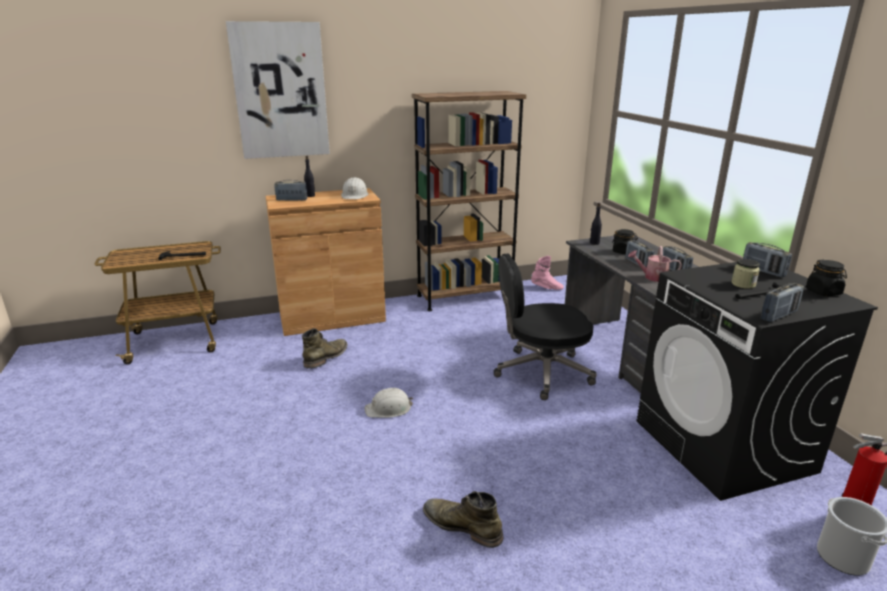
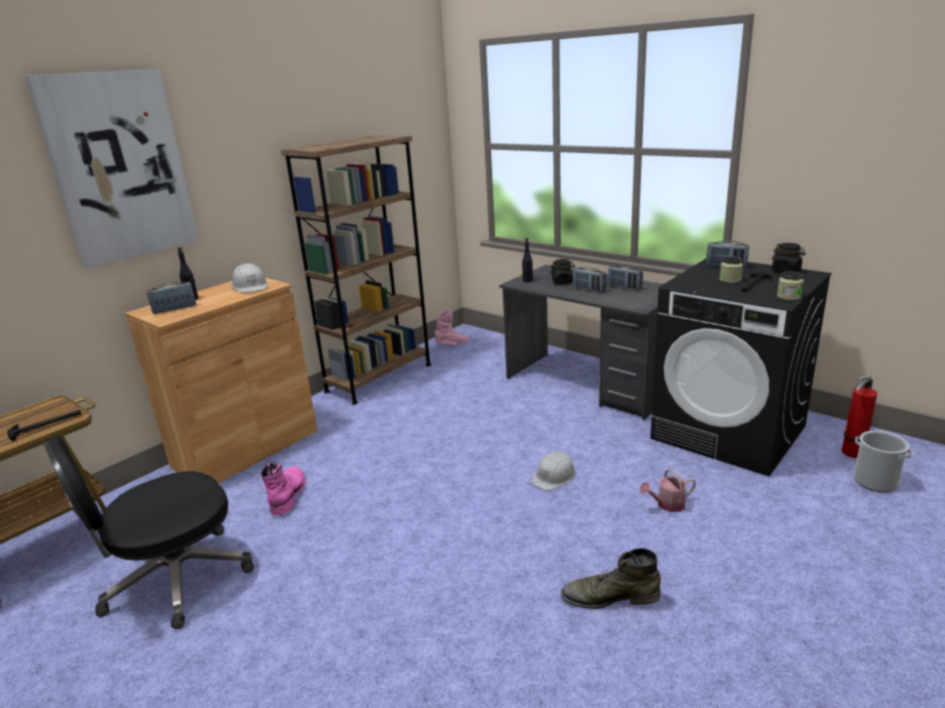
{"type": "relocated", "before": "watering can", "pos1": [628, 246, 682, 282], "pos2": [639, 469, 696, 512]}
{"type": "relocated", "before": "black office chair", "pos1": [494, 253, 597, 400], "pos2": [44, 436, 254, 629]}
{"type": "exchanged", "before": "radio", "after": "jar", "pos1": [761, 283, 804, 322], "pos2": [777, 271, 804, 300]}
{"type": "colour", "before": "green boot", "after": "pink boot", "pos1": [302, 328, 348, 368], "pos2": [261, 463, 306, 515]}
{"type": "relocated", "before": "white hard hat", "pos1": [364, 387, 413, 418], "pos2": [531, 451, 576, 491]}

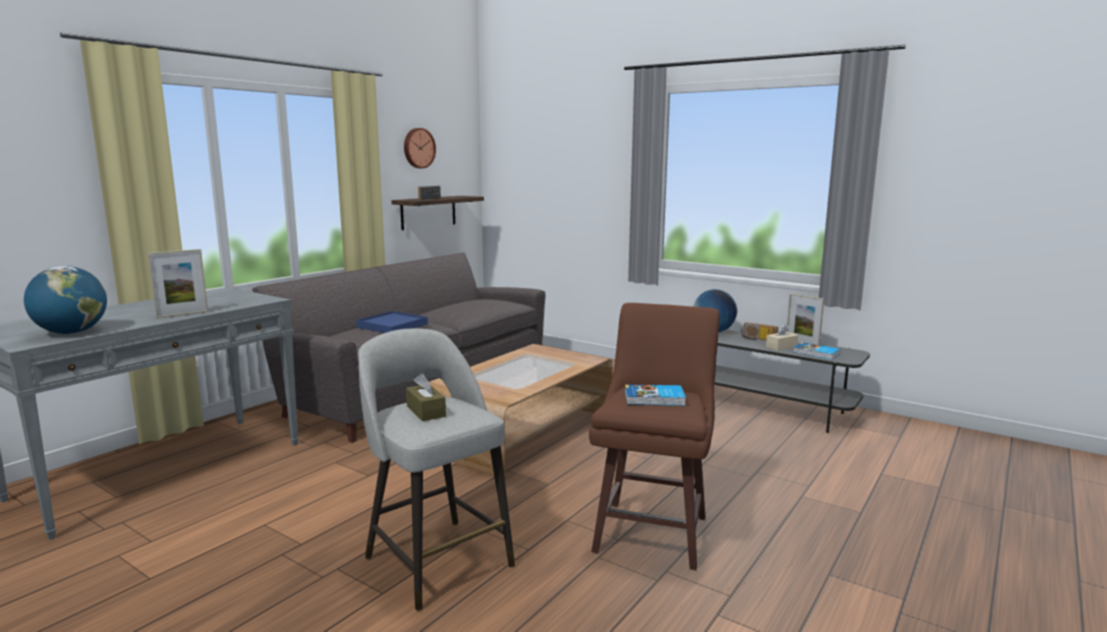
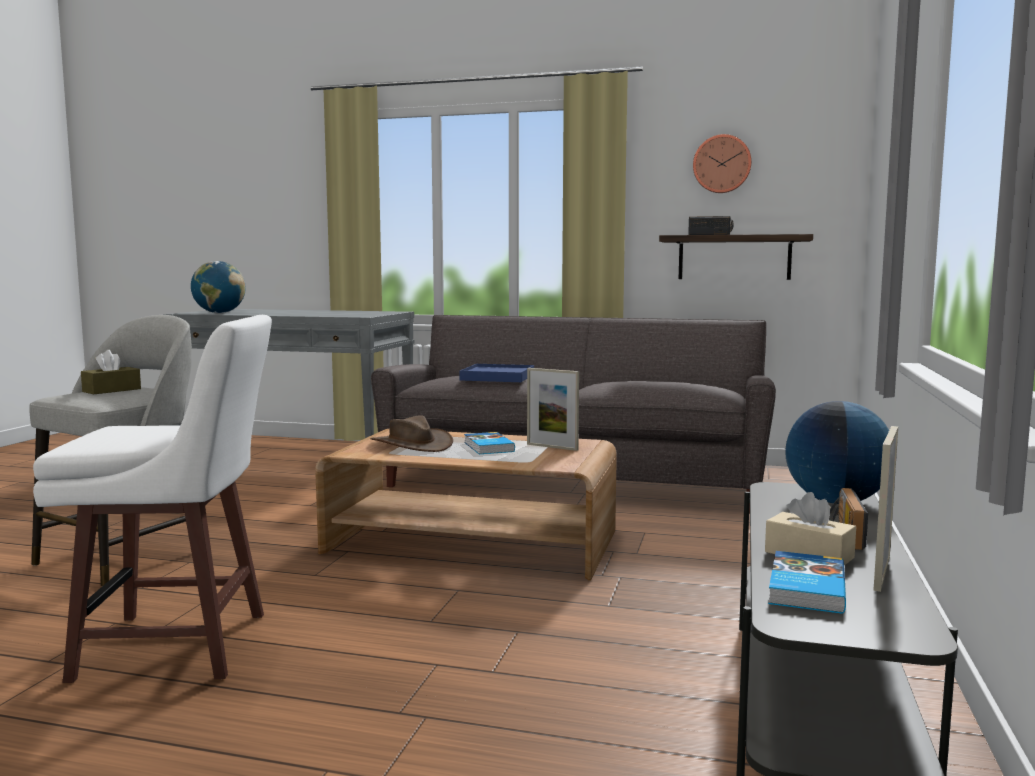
{"type": "relocated", "before": "picture frame", "pos1": [148, 249, 208, 319], "pos2": [527, 368, 579, 451]}
{"type": "colour", "before": "brown stool", "after": "white stool", "pos1": [589, 303, 719, 570], "pos2": [33, 315, 272, 683]}
{"type": "relocated", "before": "book", "pos1": [625, 385, 686, 406], "pos2": [464, 432, 515, 454]}
{"type": "appeared", "after": "brown hat", "pos2": [371, 415, 453, 452]}

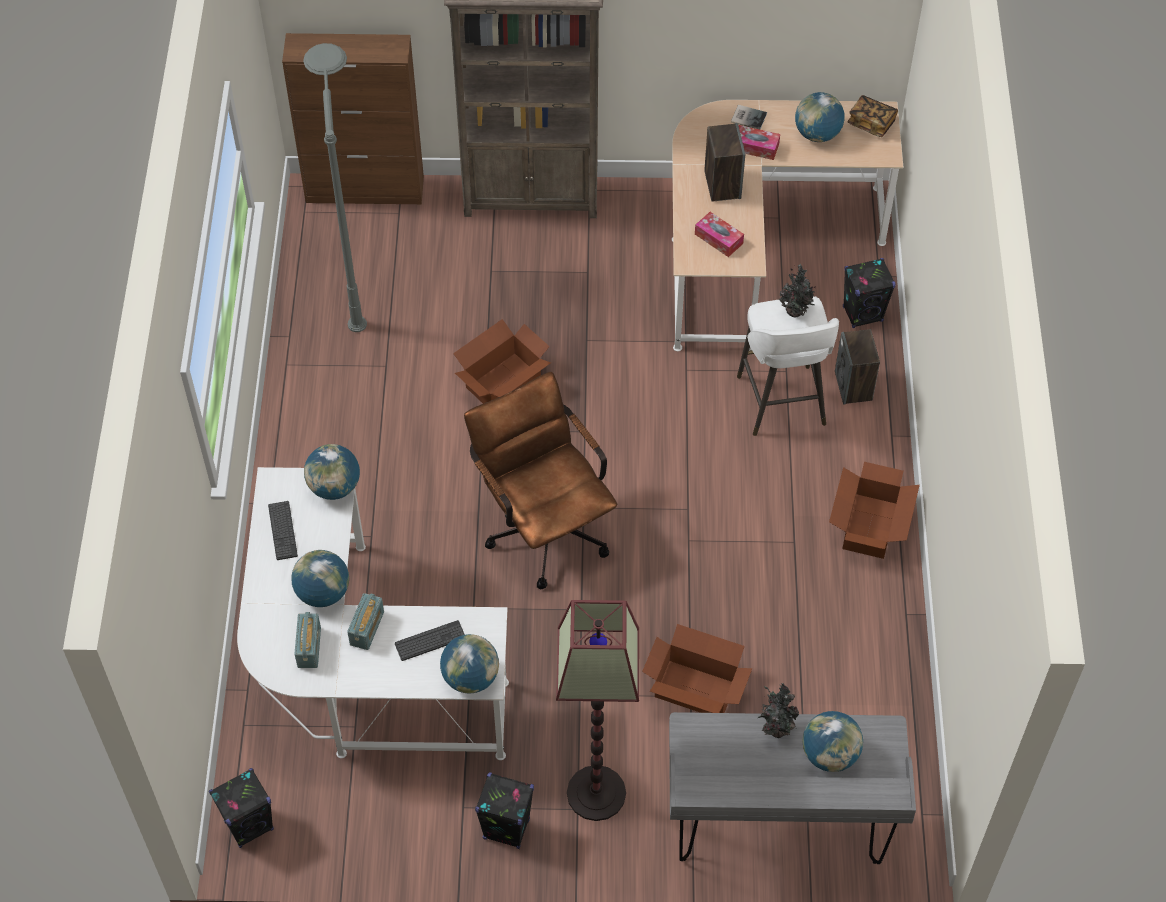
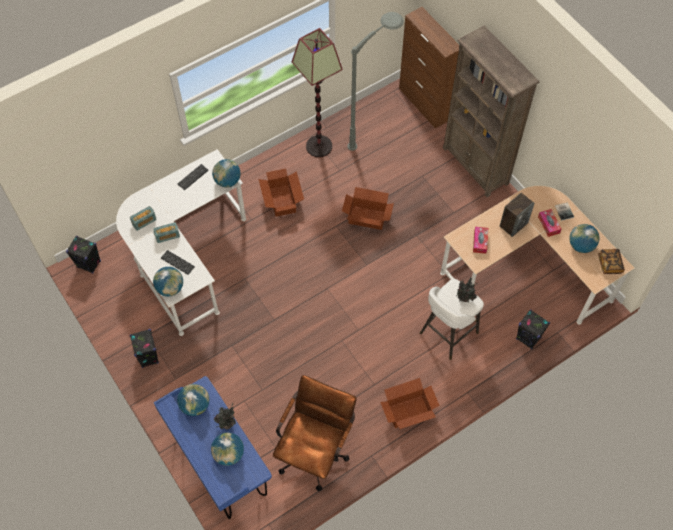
{"type": "missing", "before": "speaker", "pos1": [835, 329, 880, 404]}
{"type": "relocated", "before": "brown office chair", "pos1": [464, 372, 617, 589], "pos2": [273, 375, 357, 491]}
{"type": "relocated", "before": "globe", "pos1": [291, 550, 349, 607], "pos2": [177, 384, 209, 416]}
{"type": "relocated", "before": "floor lamp", "pos1": [556, 600, 639, 821], "pos2": [292, 28, 343, 157]}
{"type": "relocated", "before": "cardboard box", "pos1": [642, 624, 752, 713], "pos2": [259, 168, 304, 217]}
{"type": "colour", "before": "grey desk", "after": "blue desk", "pos1": [669, 712, 916, 864], "pos2": [154, 376, 272, 519]}

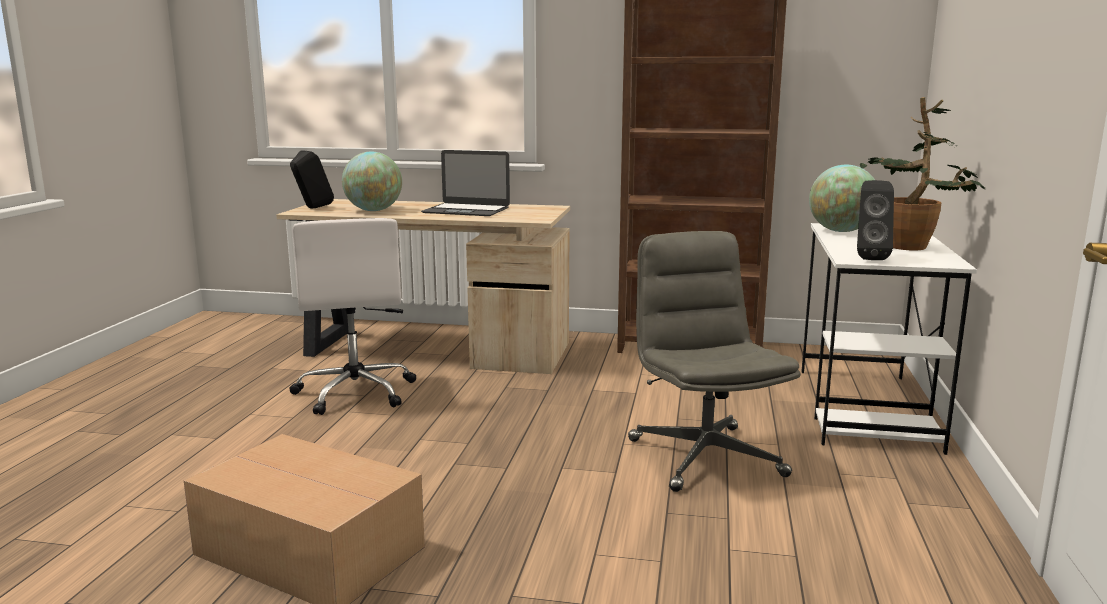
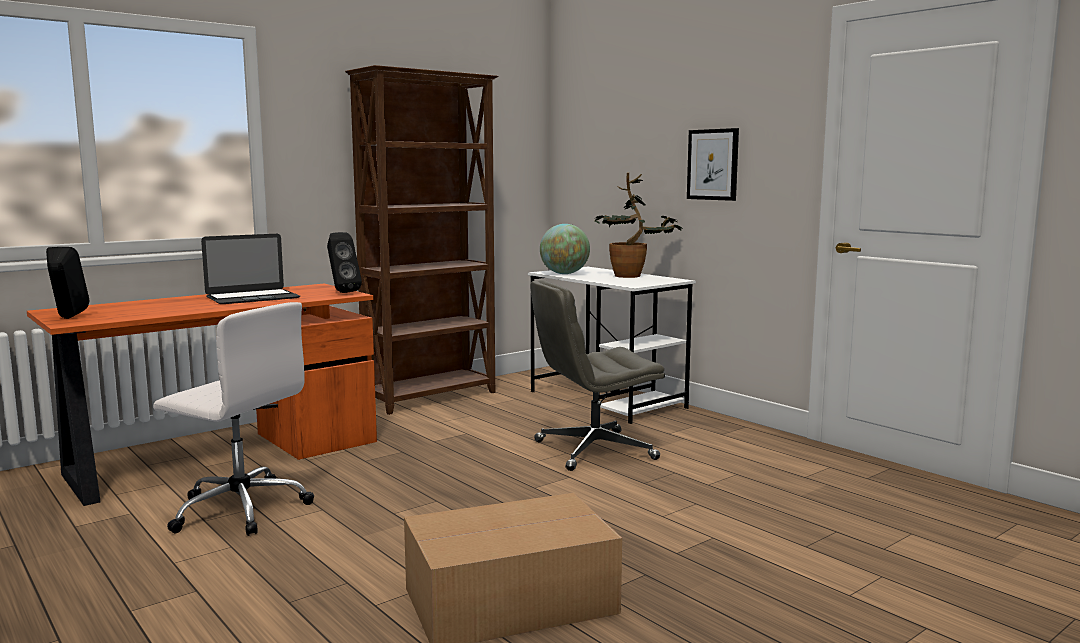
{"type": "missing", "before": "globe", "pos1": [342, 152, 402, 211]}
{"type": "relocated", "before": "black speaker", "pos1": [857, 180, 894, 260], "pos2": [327, 232, 362, 293]}
{"type": "colour", "before": "beige desk", "after": "orange desk", "pos1": [276, 199, 570, 374], "pos2": [27, 284, 377, 506]}
{"type": "spun", "before": "grey office chair", "pos1": [628, 231, 800, 492], "pos2": [530, 280, 665, 471], "turn": -45}
{"type": "appeared", "after": "picture", "pos2": [687, 128, 739, 201]}

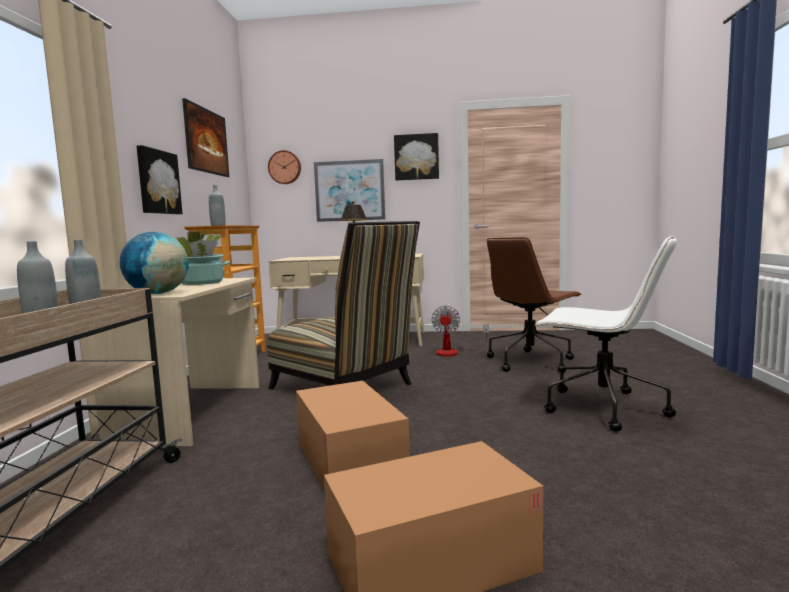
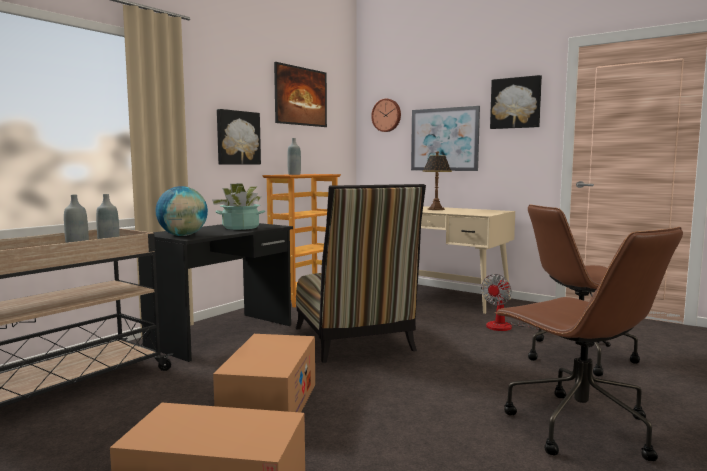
{"type": "colour", "before": "white office chair", "after": "brown office chair", "pos1": [534, 236, 677, 432], "pos2": [495, 227, 683, 461]}
{"type": "colour", "before": "beige desk", "after": "black desk", "pos1": [88, 278, 259, 446], "pos2": [138, 223, 293, 362]}

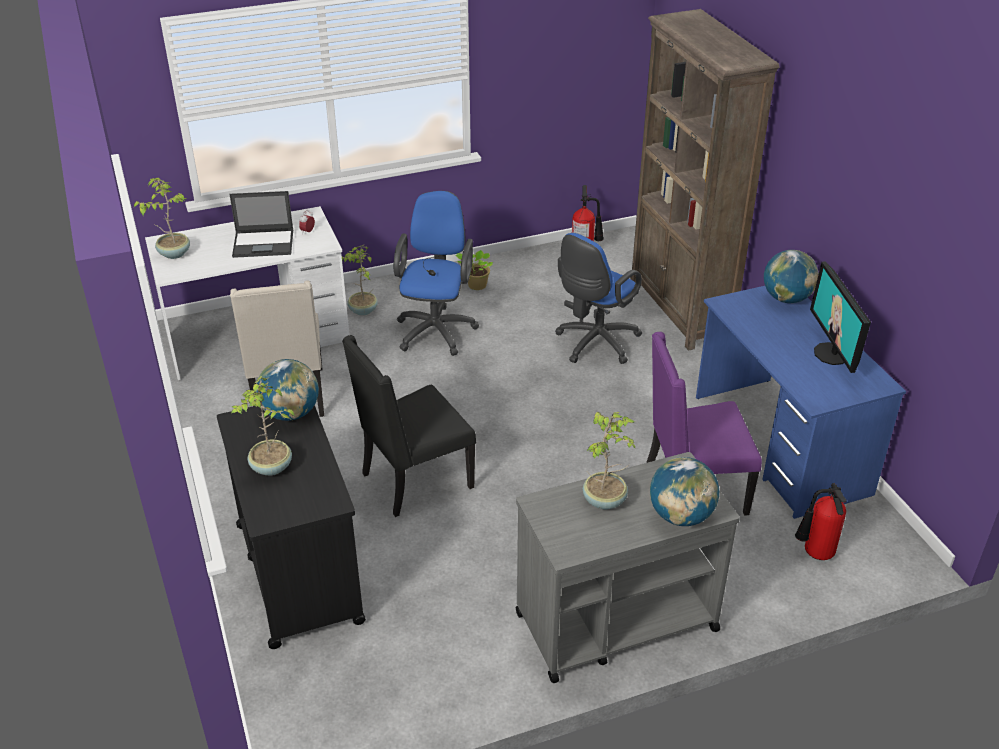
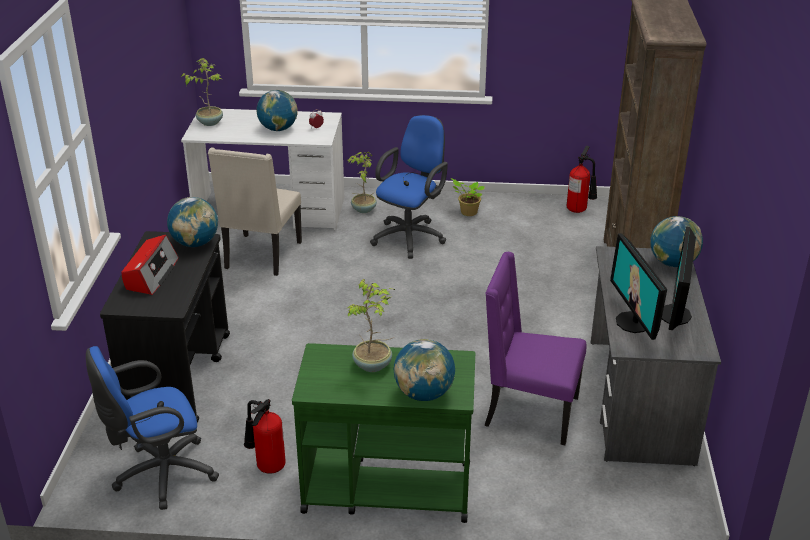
{"type": "exchanged", "before": "laptop", "after": "globe", "pos1": [230, 191, 293, 258], "pos2": [257, 90, 298, 131]}
{"type": "relocated", "before": "blue office chair", "pos1": [555, 233, 642, 364], "pos2": [86, 346, 219, 510]}
{"type": "colour", "before": "blue desk", "after": "grey desk", "pos1": [696, 286, 906, 519], "pos2": [591, 246, 721, 466]}
{"type": "missing", "before": "black chair", "pos1": [342, 335, 476, 517]}
{"type": "exchanged", "before": "potted plant", "after": "radio", "pos1": [231, 376, 295, 476], "pos2": [121, 235, 179, 295]}
{"type": "colour", "before": "grey cart", "after": "green cart", "pos1": [516, 452, 740, 683], "pos2": [292, 343, 475, 523]}
{"type": "relocated", "before": "fire extinguisher", "pos1": [795, 483, 847, 560], "pos2": [244, 399, 286, 474]}
{"type": "appeared", "after": "monitor", "pos2": [610, 233, 667, 340]}

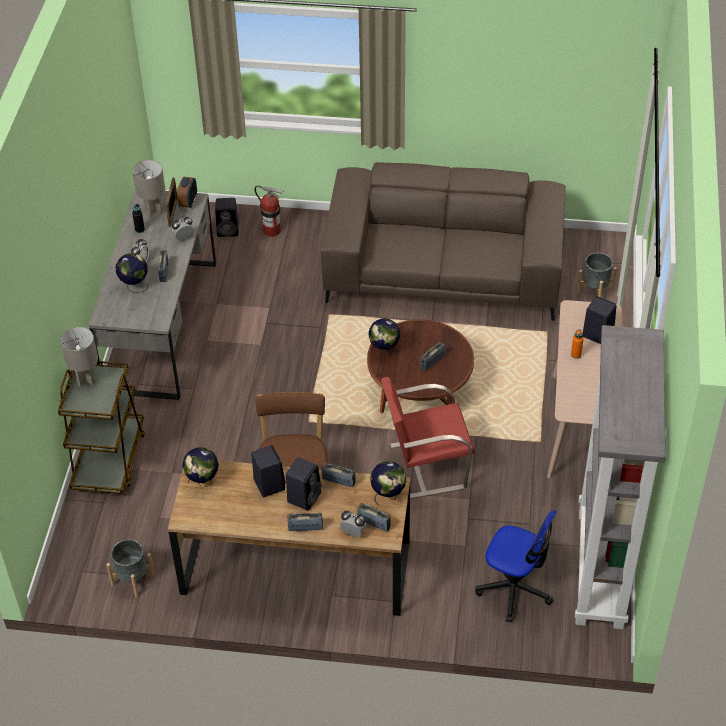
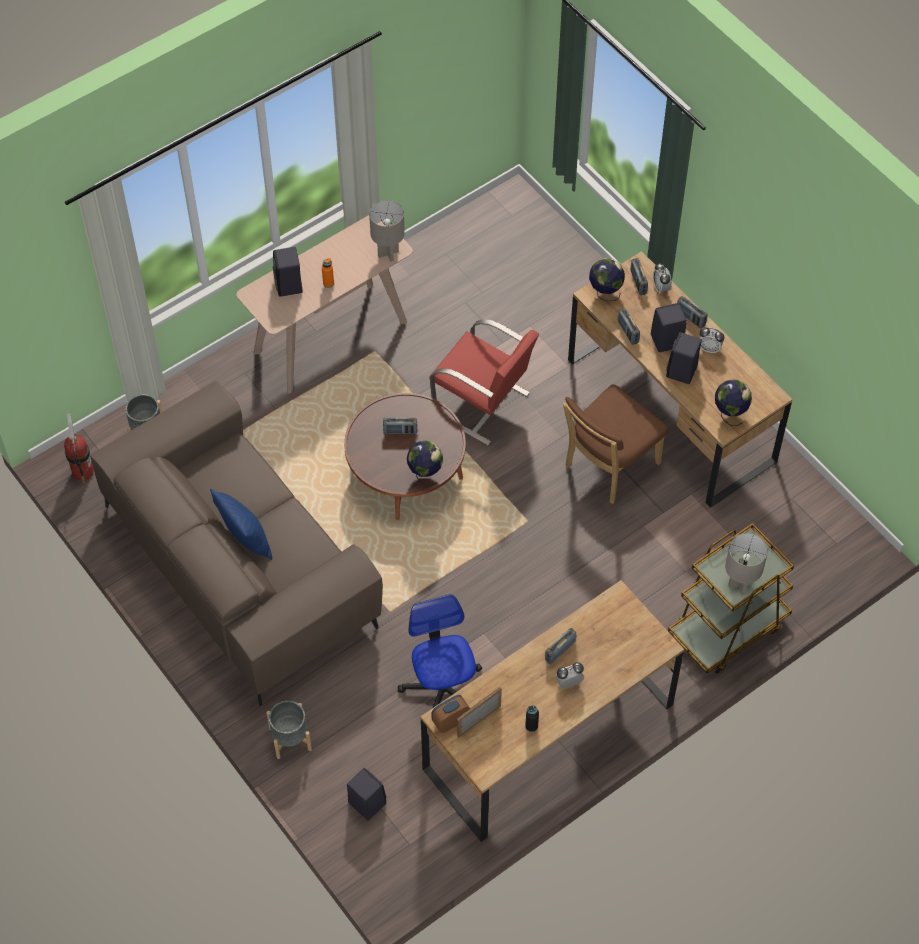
{"type": "relocated", "before": "grey table lamp", "pos1": [133, 160, 165, 217], "pos2": [369, 200, 405, 262]}
{"type": "relocated", "before": "fire extinguisher", "pos1": [254, 185, 284, 237], "pos2": [64, 413, 94, 484]}
{"type": "colour", "before": "grey desk", "after": "brown desk", "pos1": [89, 190, 216, 400], "pos2": [421, 580, 684, 842]}
{"type": "relocated", "before": "alarm clock", "pos1": [172, 217, 194, 241], "pos2": [700, 328, 724, 354]}
{"type": "missing", "before": "globe", "pos1": [116, 253, 148, 293]}
{"type": "missing", "before": "grey bookcase", "pos1": [575, 325, 665, 629]}
{"type": "relocated", "before": "office chair", "pos1": [475, 510, 556, 623], "pos2": [398, 594, 482, 708]}
{"type": "relocated", "before": "grey planter", "pos1": [106, 539, 155, 597], "pos2": [266, 700, 312, 759]}
{"type": "appeared", "after": "blue pillow", "pos2": [210, 488, 272, 560]}

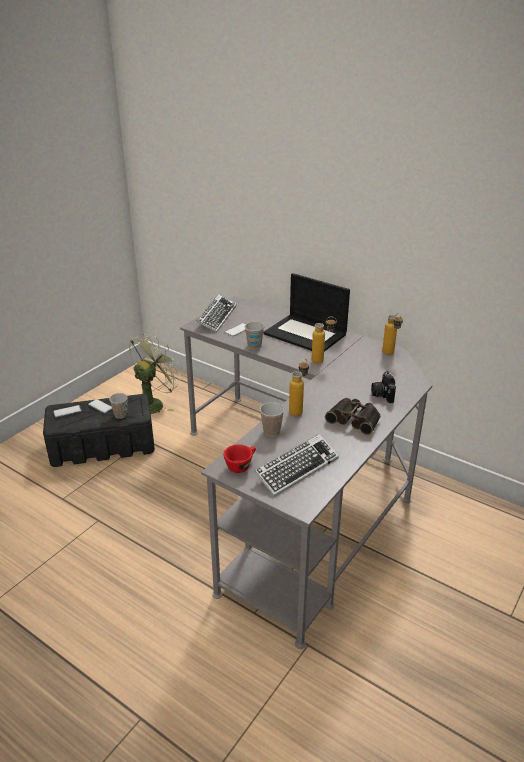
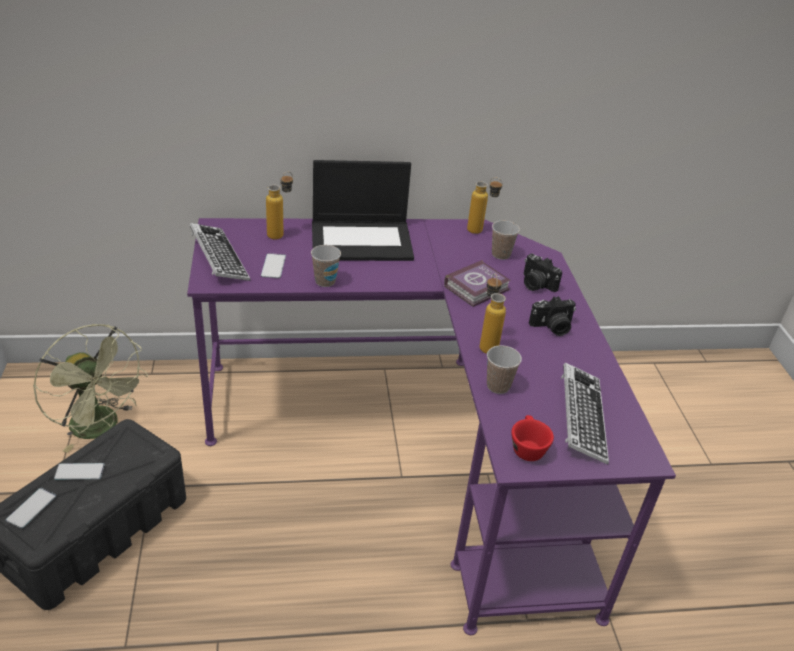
{"type": "colour", "before": "grey desk", "after": "purple desk", "pos1": [180, 296, 433, 649], "pos2": [187, 218, 676, 635]}
{"type": "relocated", "before": "bottle", "pos1": [311, 317, 337, 363], "pos2": [266, 172, 293, 240]}
{"type": "spun", "before": "green fan", "pos1": [129, 334, 182, 414], "pos2": [33, 324, 148, 453], "turn": 135}
{"type": "relocated", "before": "cup", "pos1": [109, 393, 128, 419], "pos2": [492, 221, 520, 260]}
{"type": "exchanged", "before": "binoculars", "after": "photo camera", "pos1": [325, 398, 380, 435], "pos2": [529, 296, 576, 336]}
{"type": "appeared", "after": "book", "pos2": [444, 260, 511, 307]}

